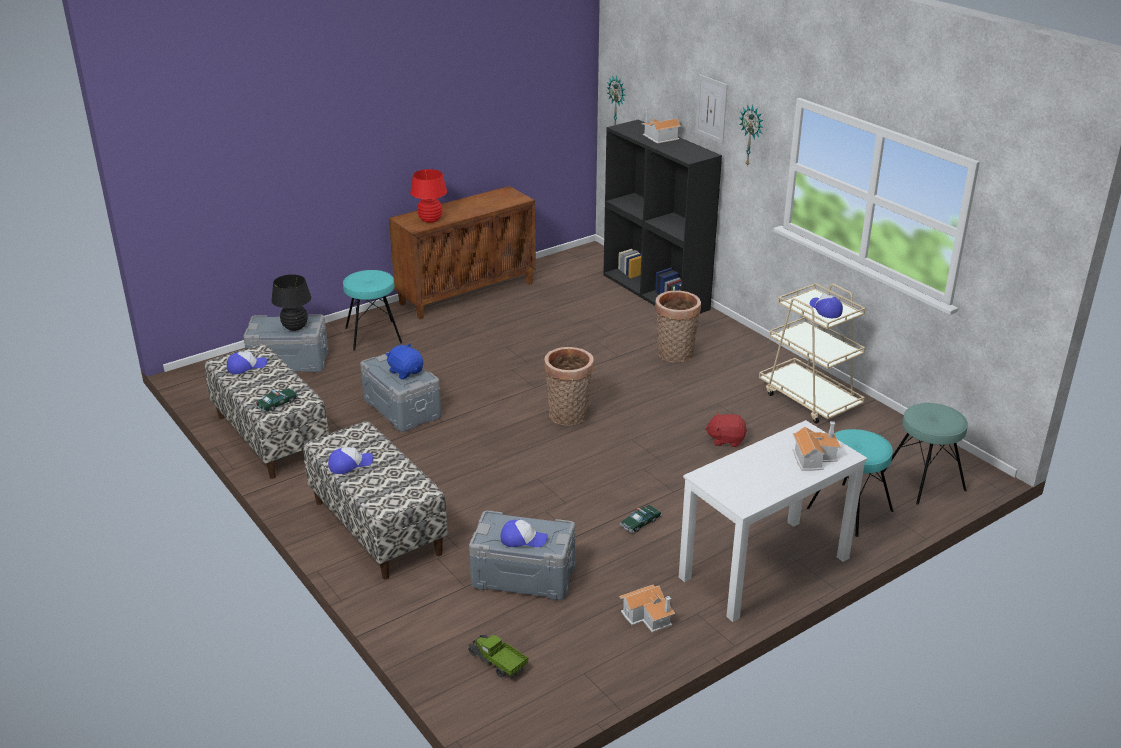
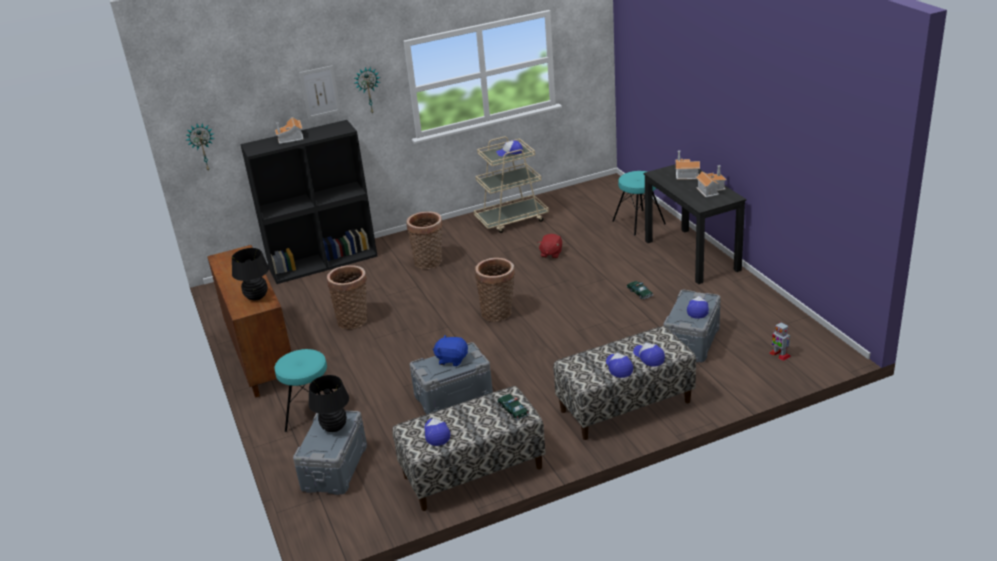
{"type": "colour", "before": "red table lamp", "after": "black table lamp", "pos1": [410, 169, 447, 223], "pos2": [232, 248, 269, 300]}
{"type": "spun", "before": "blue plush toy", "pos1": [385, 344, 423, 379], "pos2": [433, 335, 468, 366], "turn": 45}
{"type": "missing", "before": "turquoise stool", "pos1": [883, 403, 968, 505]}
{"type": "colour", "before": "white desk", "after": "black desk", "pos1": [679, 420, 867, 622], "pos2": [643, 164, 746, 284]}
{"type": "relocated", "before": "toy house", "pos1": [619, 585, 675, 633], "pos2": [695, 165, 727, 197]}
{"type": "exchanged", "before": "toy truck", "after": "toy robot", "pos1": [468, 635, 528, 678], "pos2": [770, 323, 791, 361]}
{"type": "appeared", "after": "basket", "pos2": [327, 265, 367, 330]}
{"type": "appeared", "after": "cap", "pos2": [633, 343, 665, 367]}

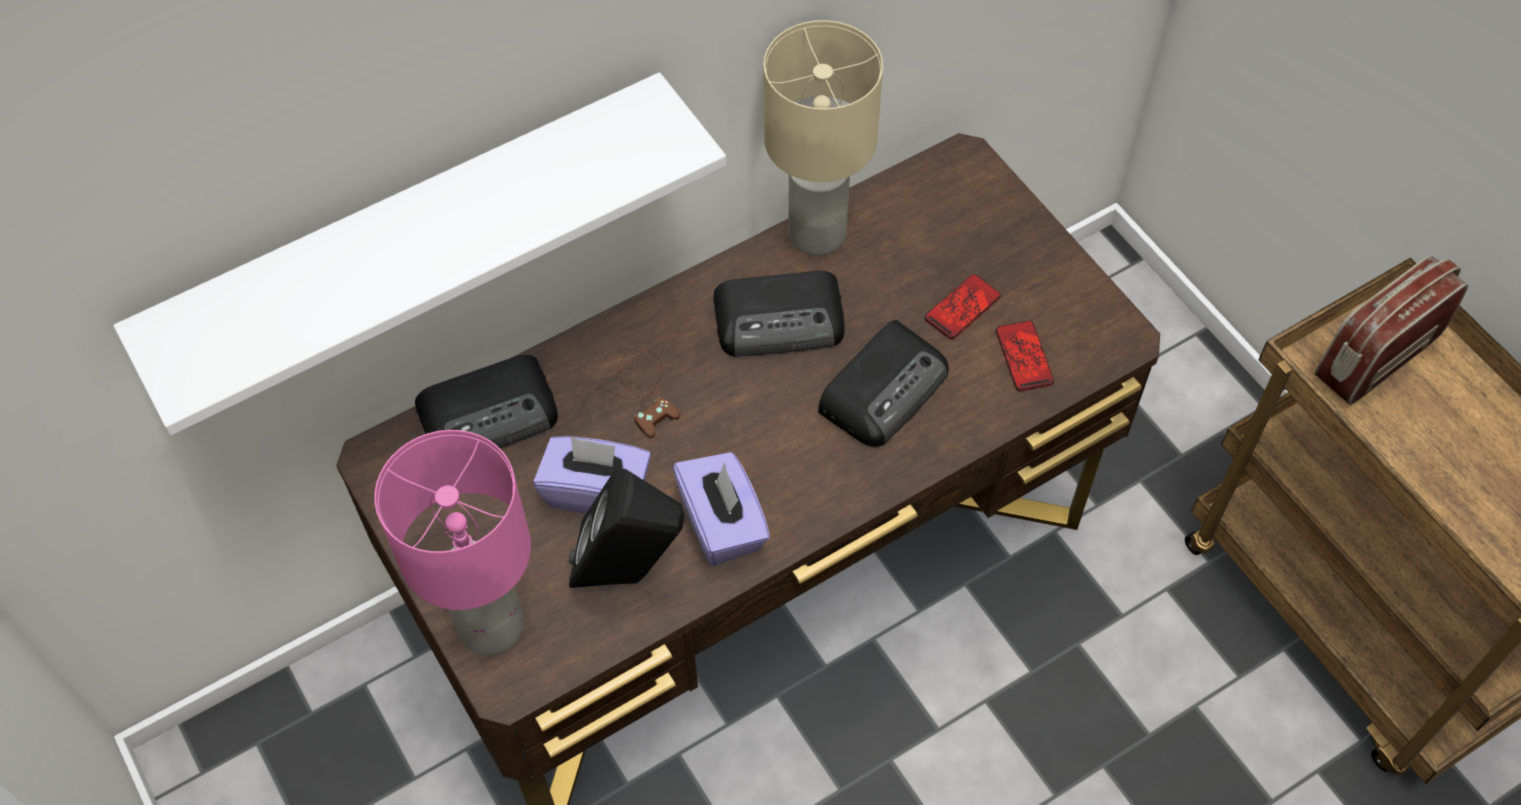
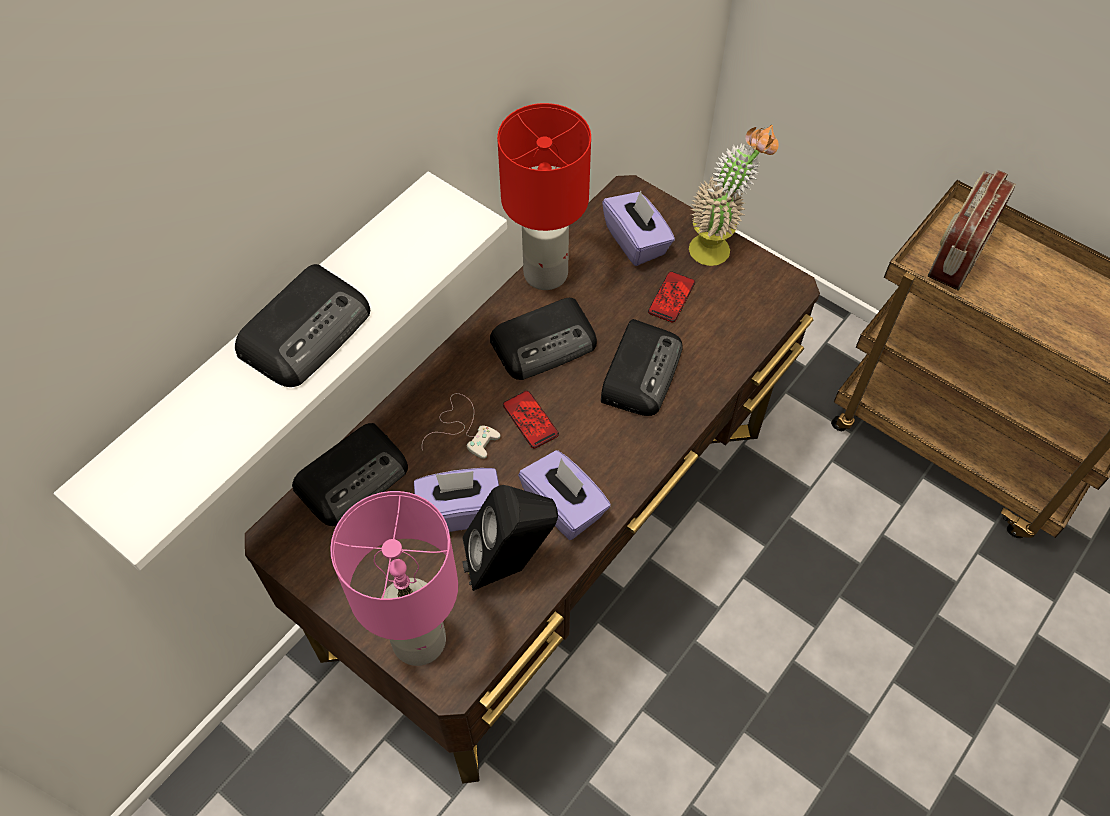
{"type": "colour", "before": "beige table lamp", "after": "red table lamp", "pos1": [763, 20, 883, 256], "pos2": [497, 103, 591, 290]}
{"type": "relocated", "before": "phone", "pos1": [996, 321, 1054, 391], "pos2": [503, 391, 559, 449]}
{"type": "colour", "before": "brown game controller", "after": "white game controller", "pos1": [581, 349, 680, 438], "pos2": [422, 393, 501, 459]}
{"type": "appeared", "after": "potted plant", "pos2": [689, 125, 778, 266]}
{"type": "appeared", "after": "purple tissue box", "pos2": [602, 190, 675, 266]}
{"type": "appeared", "after": "radio", "pos2": [235, 264, 370, 387]}

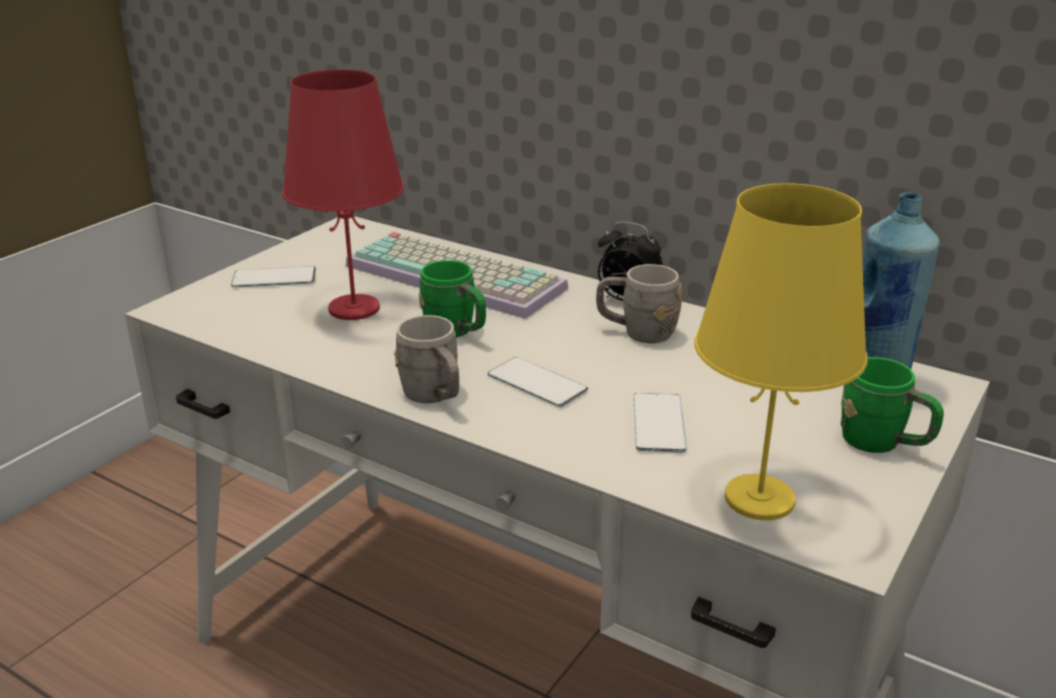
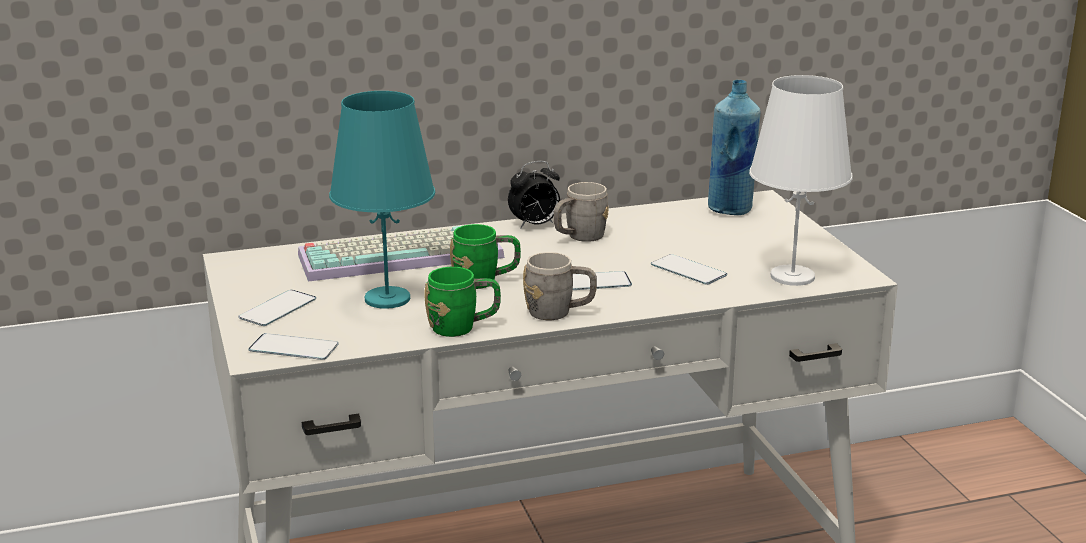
{"type": "colour", "before": "red table lamp", "after": "turquoise table lamp", "pos1": [282, 69, 404, 320], "pos2": [329, 91, 435, 309]}
{"type": "colour", "before": "yellow table lamp", "after": "white table lamp", "pos1": [694, 183, 868, 520], "pos2": [749, 75, 852, 286]}
{"type": "relocated", "before": "green mug", "pos1": [840, 357, 944, 453], "pos2": [425, 267, 501, 337]}
{"type": "appeared", "after": "phone", "pos2": [248, 333, 339, 360]}

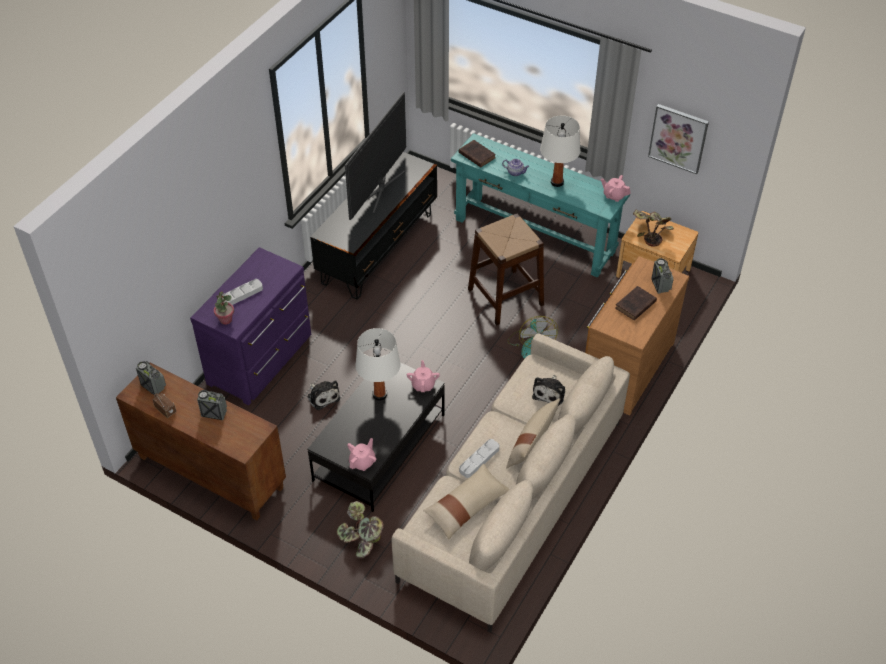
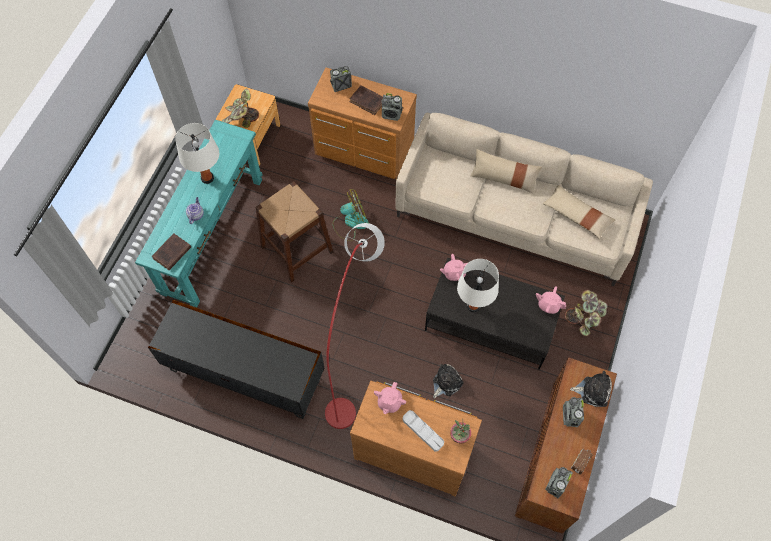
{"type": "missing", "before": "television", "pos1": [345, 92, 406, 220]}
{"type": "missing", "before": "picture", "pos1": [648, 104, 709, 174]}
{"type": "relocated", "before": "pink teapot", "pos1": [601, 175, 630, 202], "pos2": [374, 382, 406, 414]}
{"type": "colour", "before": "purple dresser", "after": "brown dresser", "pos1": [190, 247, 311, 405], "pos2": [350, 381, 482, 497]}
{"type": "relocated", "before": "plush toy", "pos1": [532, 375, 565, 406], "pos2": [570, 371, 612, 407]}
{"type": "missing", "before": "grey tray", "pos1": [459, 439, 499, 478]}
{"type": "appeared", "after": "radio", "pos2": [381, 93, 403, 121]}
{"type": "appeared", "after": "red floor lamp", "pos2": [325, 223, 385, 429]}

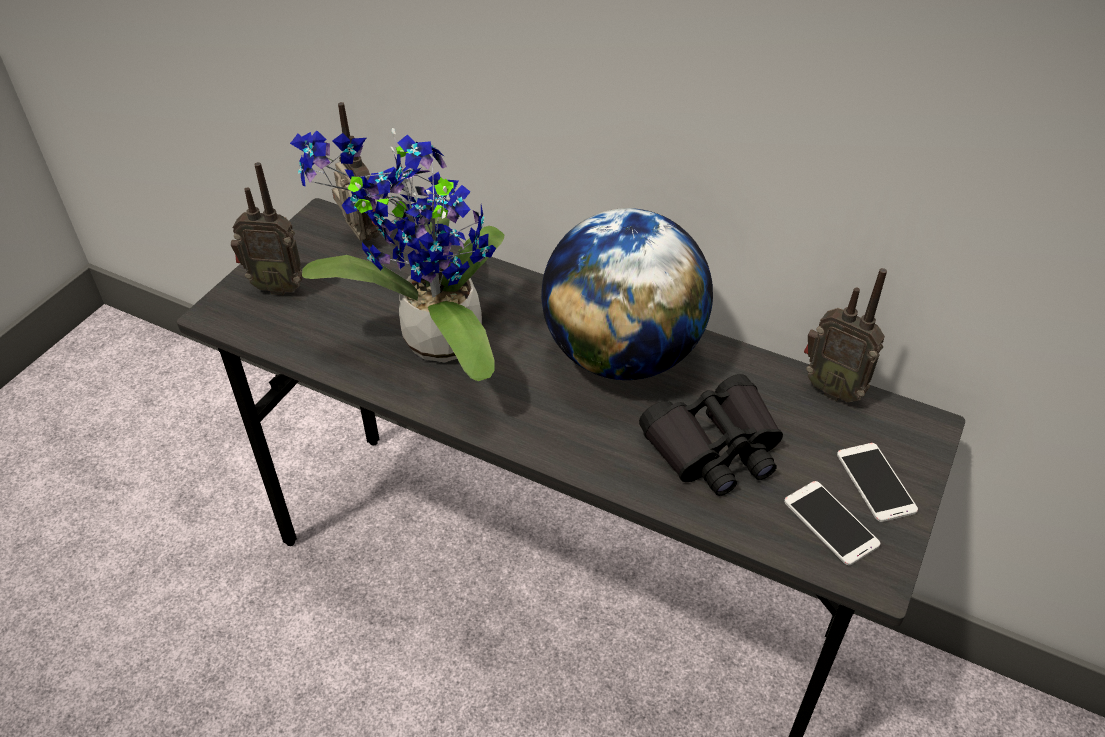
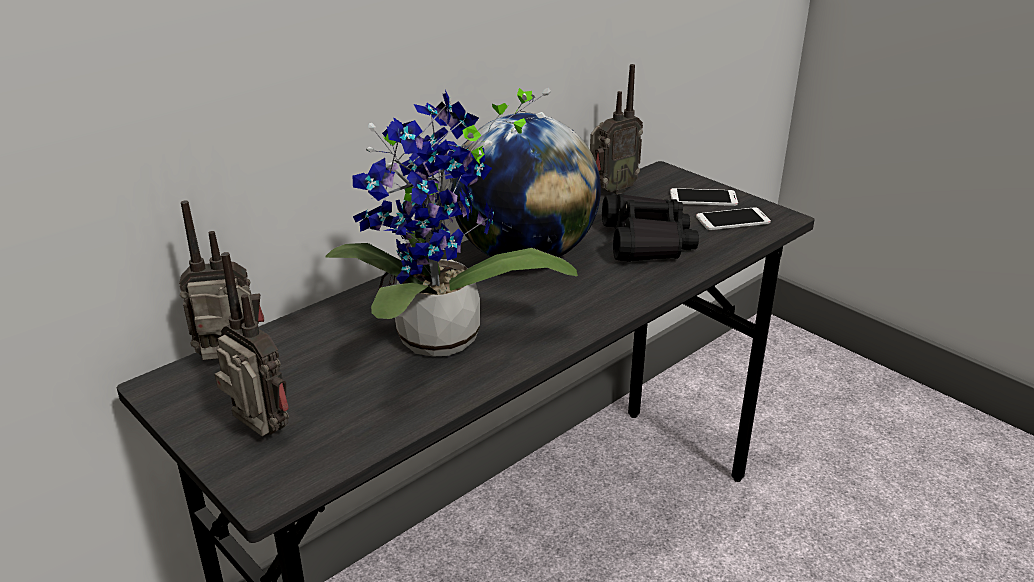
{"type": "spun", "before": "radio", "pos1": [231, 162, 303, 295], "pos2": [215, 252, 289, 436], "turn": -75}

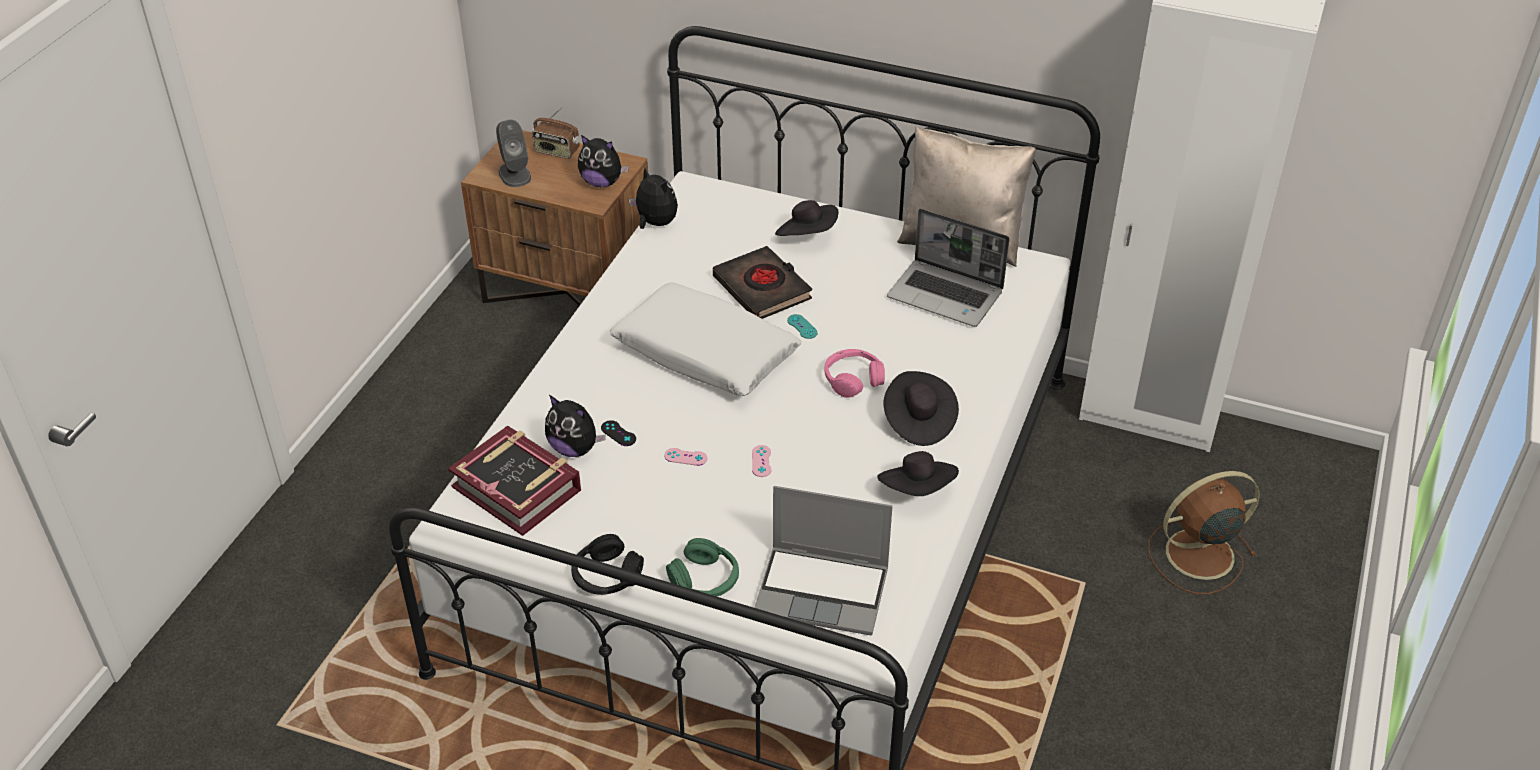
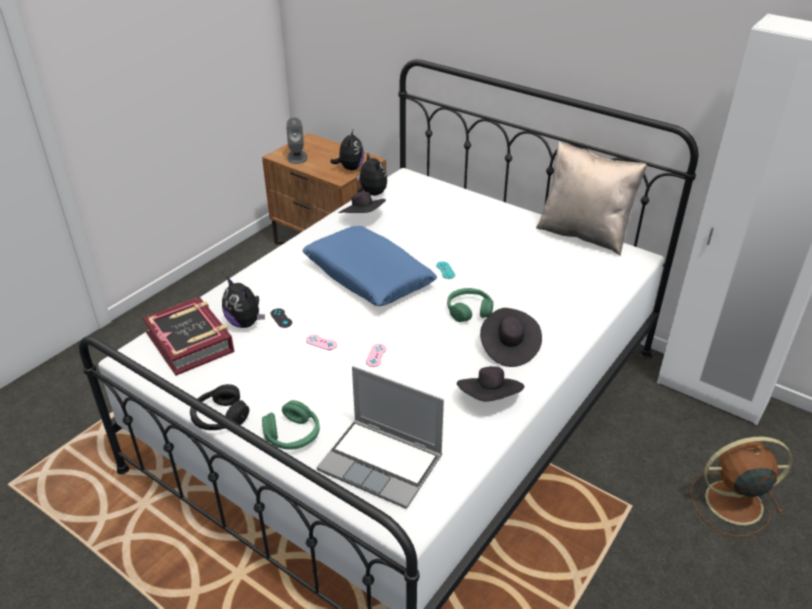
{"type": "missing", "before": "radio", "pos1": [532, 107, 579, 159]}
{"type": "spun", "before": "plush toy", "pos1": [578, 135, 629, 187], "pos2": [330, 130, 364, 170], "turn": -120}
{"type": "relocated", "before": "black hat", "pos1": [775, 200, 839, 236], "pos2": [338, 192, 386, 213]}
{"type": "missing", "before": "laptop", "pos1": [887, 208, 1010, 327]}
{"type": "missing", "before": "black book", "pos1": [713, 246, 812, 319]}
{"type": "colour", "before": "white pillow", "after": "blue pillow", "pos1": [610, 282, 802, 396], "pos2": [303, 226, 437, 306]}
{"type": "colour", "before": "pink headphones", "after": "green headphones", "pos1": [824, 349, 885, 398], "pos2": [447, 288, 493, 322]}

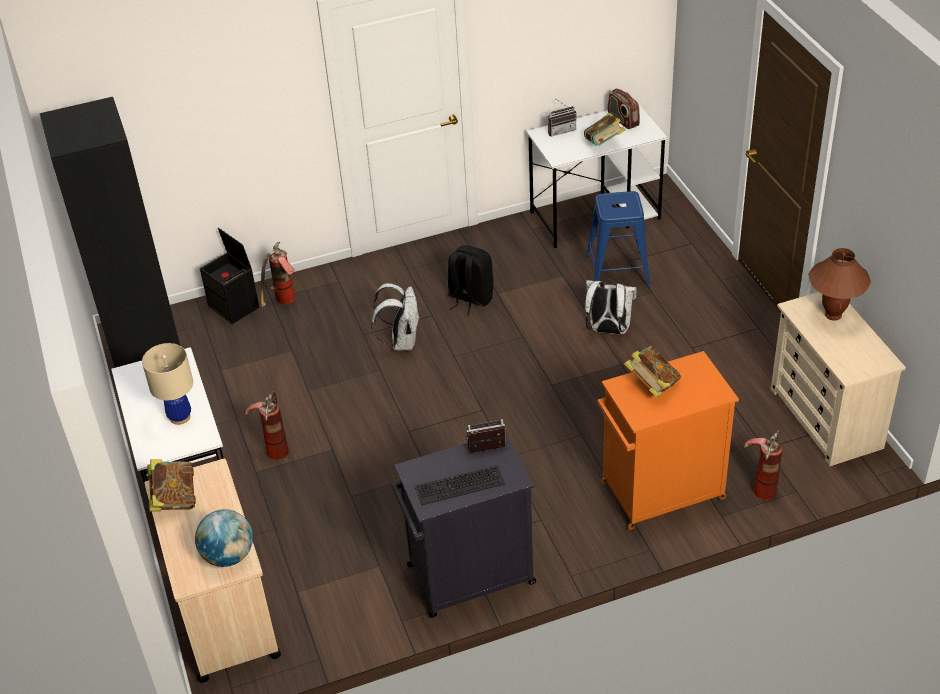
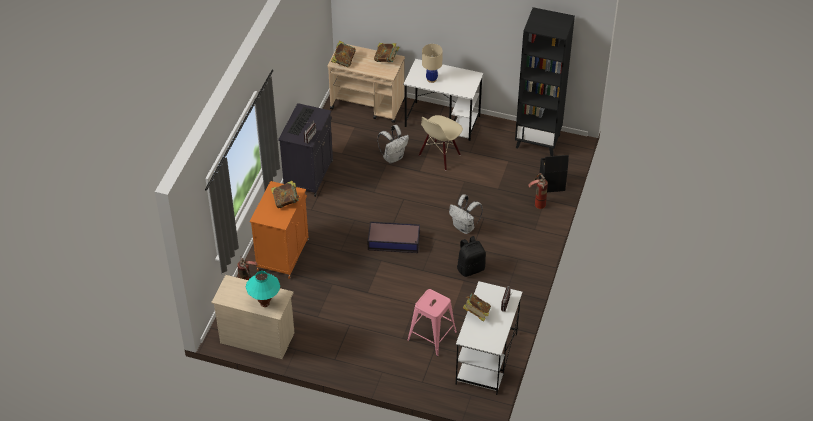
{"type": "missing", "before": "radio", "pos1": [608, 89, 640, 129]}
{"type": "colour", "before": "blue stool", "after": "pink stool", "pos1": [586, 191, 650, 287], "pos2": [408, 289, 457, 356]}
{"type": "colour", "before": "brown table lamp", "after": "turquoise table lamp", "pos1": [808, 248, 871, 321], "pos2": [246, 271, 280, 307]}
{"type": "relocated", "before": "white backpack", "pos1": [585, 280, 637, 334], "pos2": [377, 125, 409, 164]}
{"type": "exchanged", "before": "fire extinguisher", "after": "beige chair", "pos1": [245, 391, 289, 460], "pos2": [419, 115, 463, 171]}
{"type": "exchanged", "before": "globe", "after": "book", "pos1": [195, 509, 253, 567], "pos2": [331, 41, 356, 67]}
{"type": "appeared", "after": "storage box", "pos2": [367, 221, 420, 253]}

